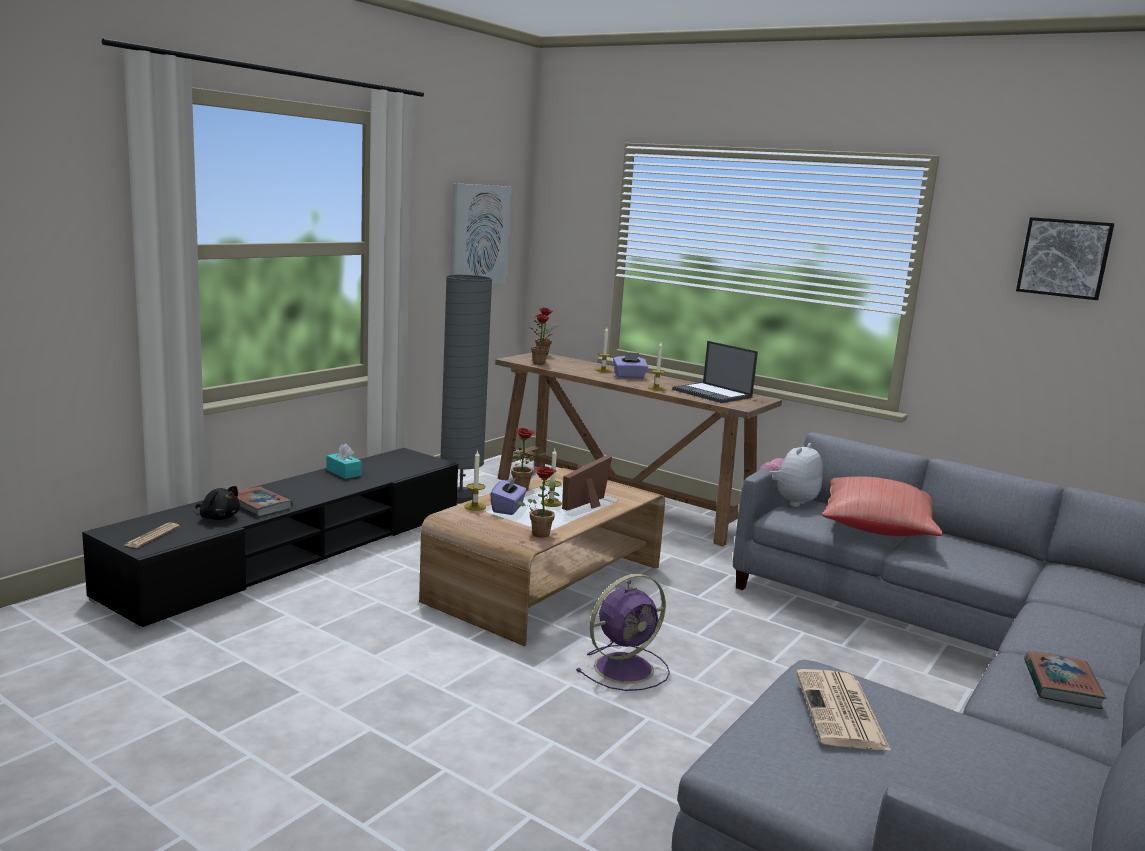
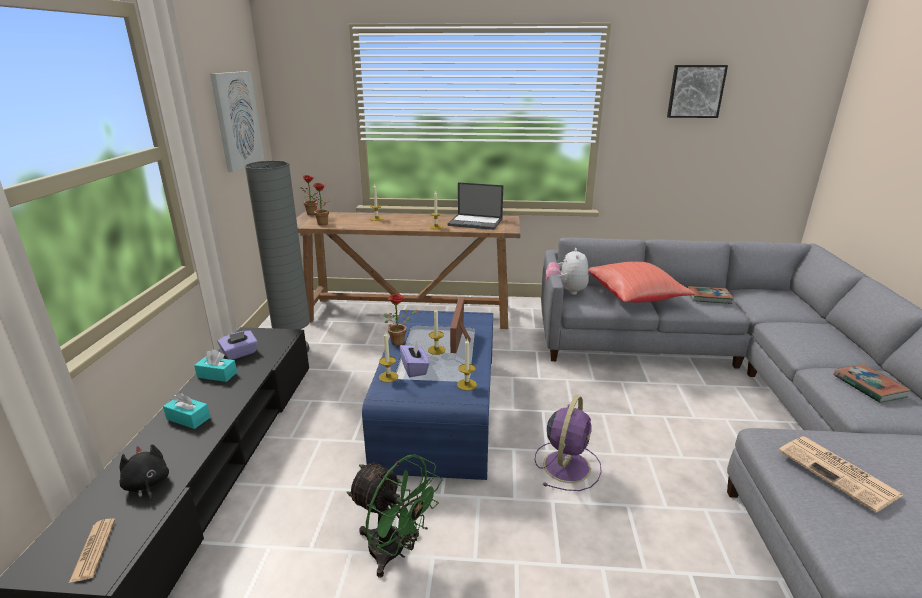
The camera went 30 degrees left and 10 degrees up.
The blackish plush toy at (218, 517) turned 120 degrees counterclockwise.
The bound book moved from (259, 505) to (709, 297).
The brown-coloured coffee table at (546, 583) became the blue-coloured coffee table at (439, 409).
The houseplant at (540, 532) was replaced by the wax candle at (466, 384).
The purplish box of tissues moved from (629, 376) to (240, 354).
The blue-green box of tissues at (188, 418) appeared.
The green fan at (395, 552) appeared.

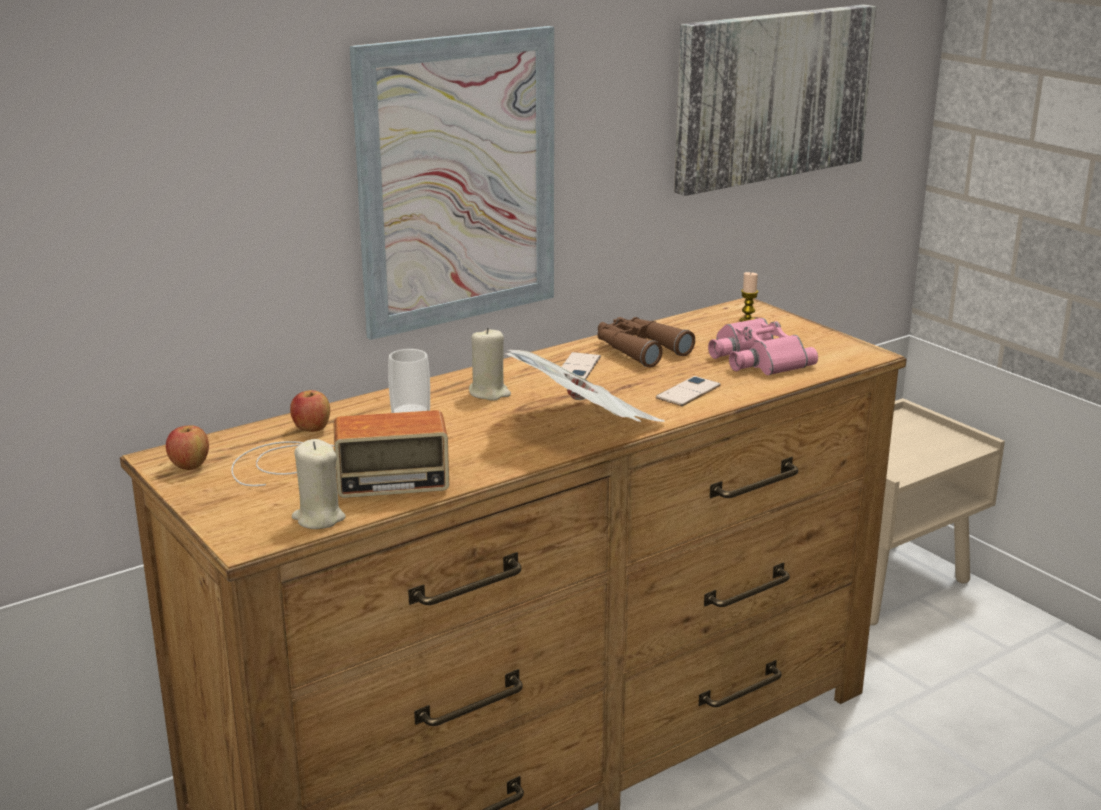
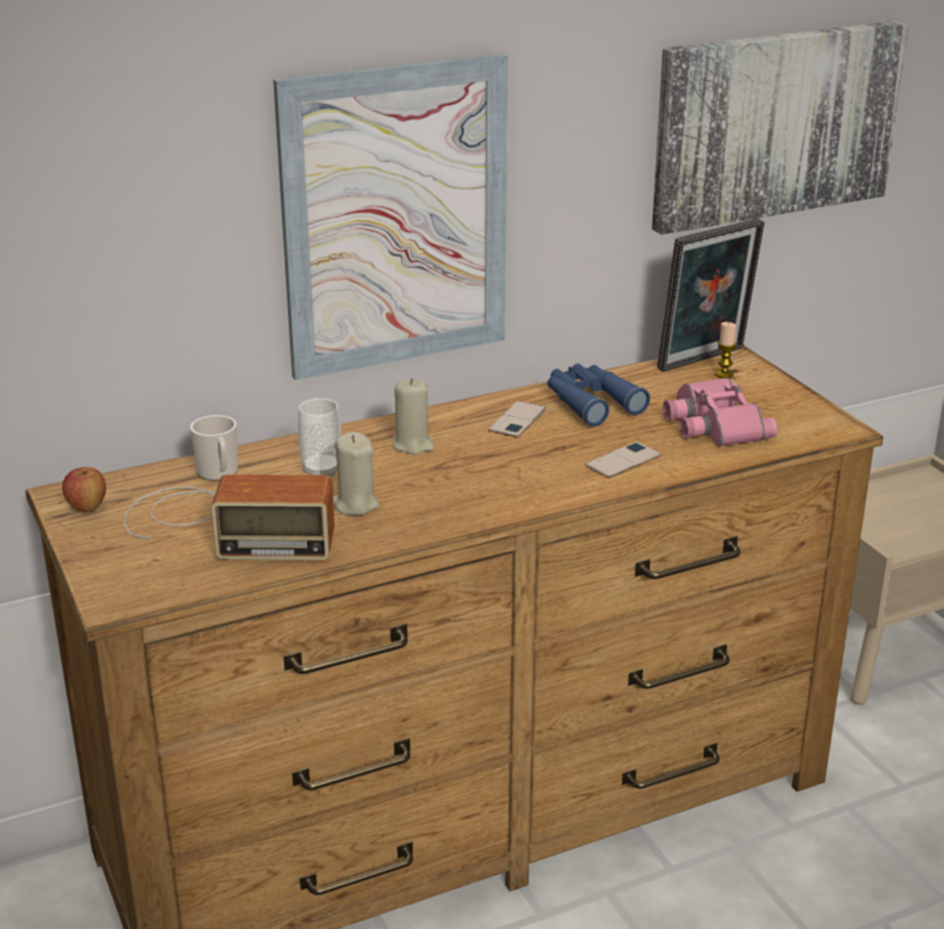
The camera went 10 degrees right and 5 degrees up.
The whole apple at (311, 429) was replaced by the coffee mug at (219, 474).
The beige wax candle moved from (319, 518) to (355, 504).
The printed paper at (585, 426) disappeared.
The brown-coloured field glasses at (639, 349) became the blue-coloured field glasses at (590, 402).
The standing frame at (705, 360) appeared.

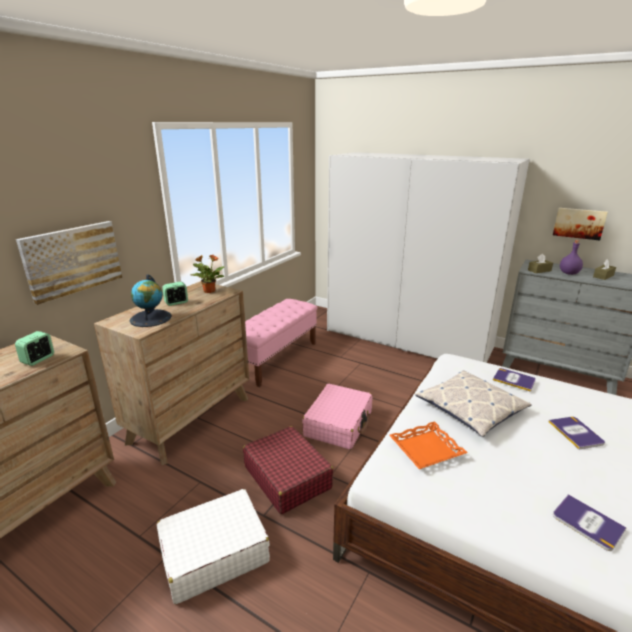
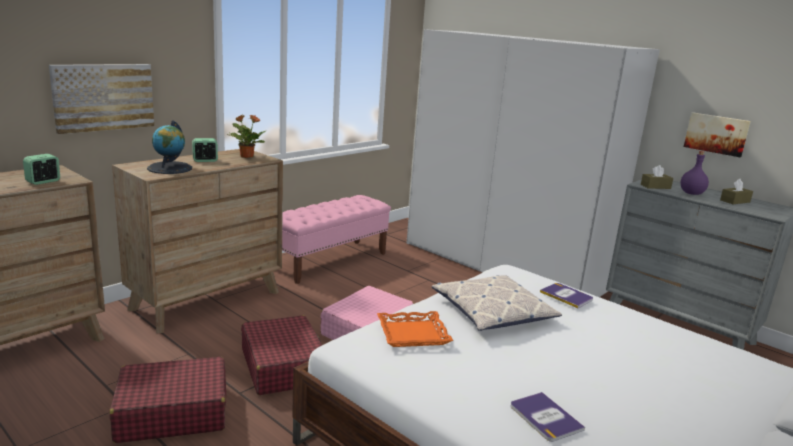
The camera went 10 degrees right and 5 degrees down.
The white piece of luggage at (213, 553) became the red piece of luggage at (172, 412).
The bound book at (576, 433) disappeared.

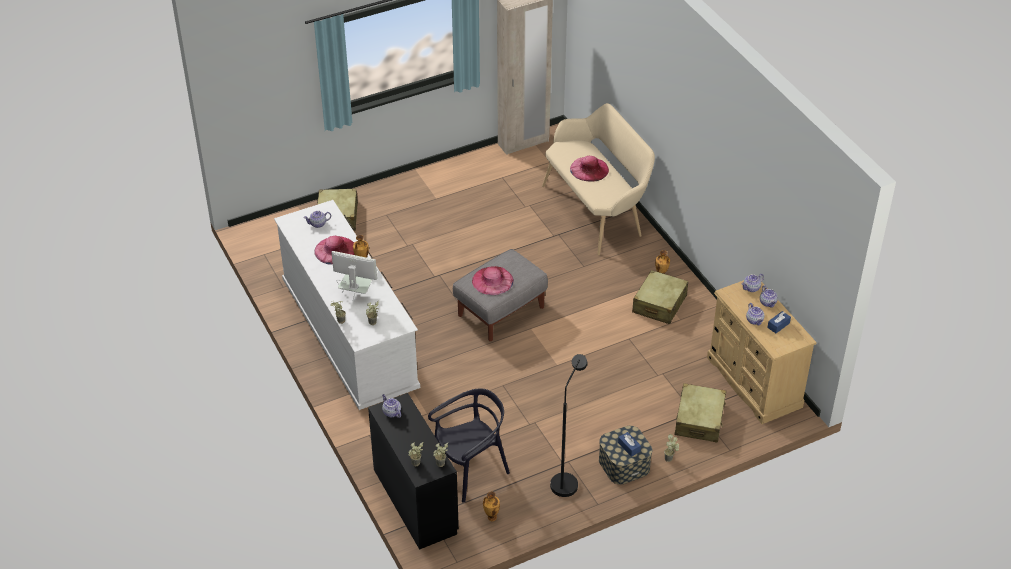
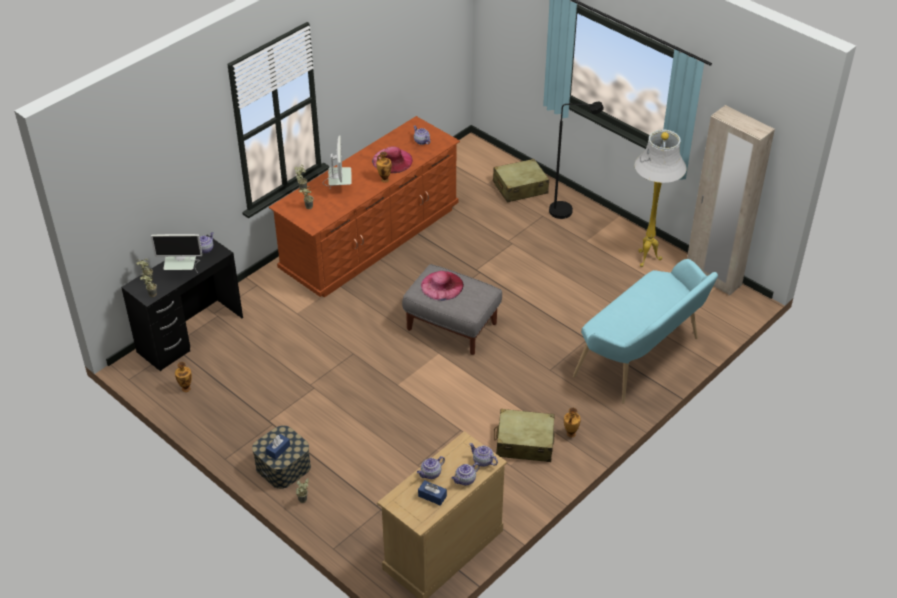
The camera went 70 degrees right and 0 degrees up.
The white dresser at (350, 336) became the brown-coloured dresser at (371, 239).
The blackish upright chair at (470, 470) disappeared.
The beige indoor bench at (597, 210) became the blue-green indoor bench at (642, 359).
The blackish standard lamp moved from (566, 480) to (567, 211).
The pink-coloured wearable hat at (589, 169) disappeared.
The beige piece of luggage at (699, 420) disappeared.
The monitor at (182, 273) appeared.
The white standard lamp at (647, 260) appeared.

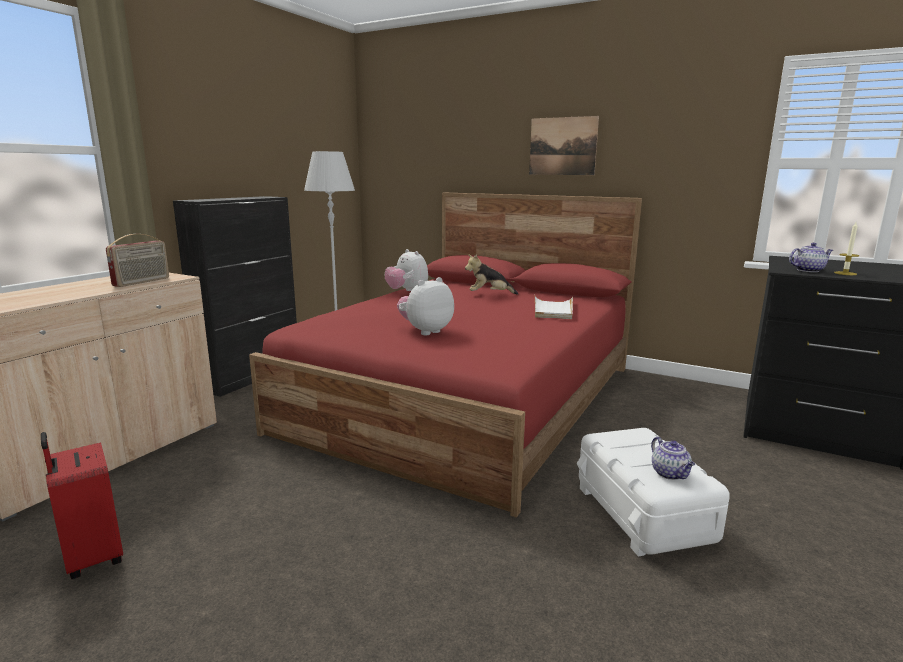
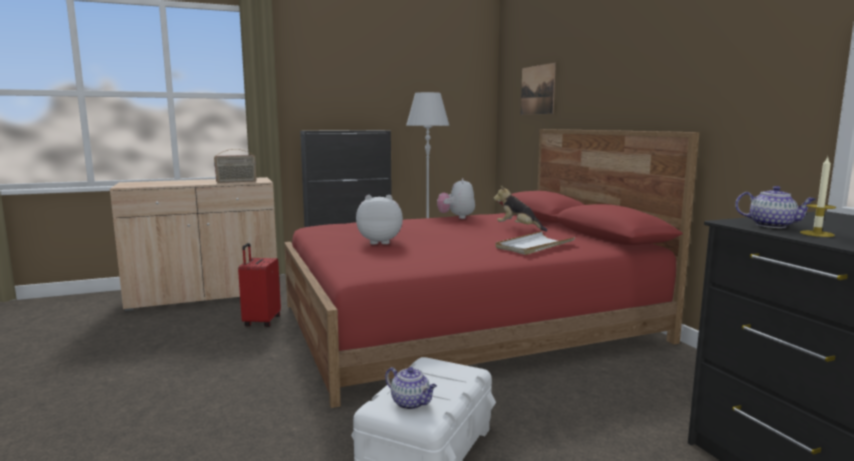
The camera went 40 degrees right and 5 degrees down.
The red piece of luggage moved from (92, 558) to (261, 322).
The picture moved from (562, 146) to (537, 90).
The pot for tea at (670, 474) turned 75 degrees counterclockwise.

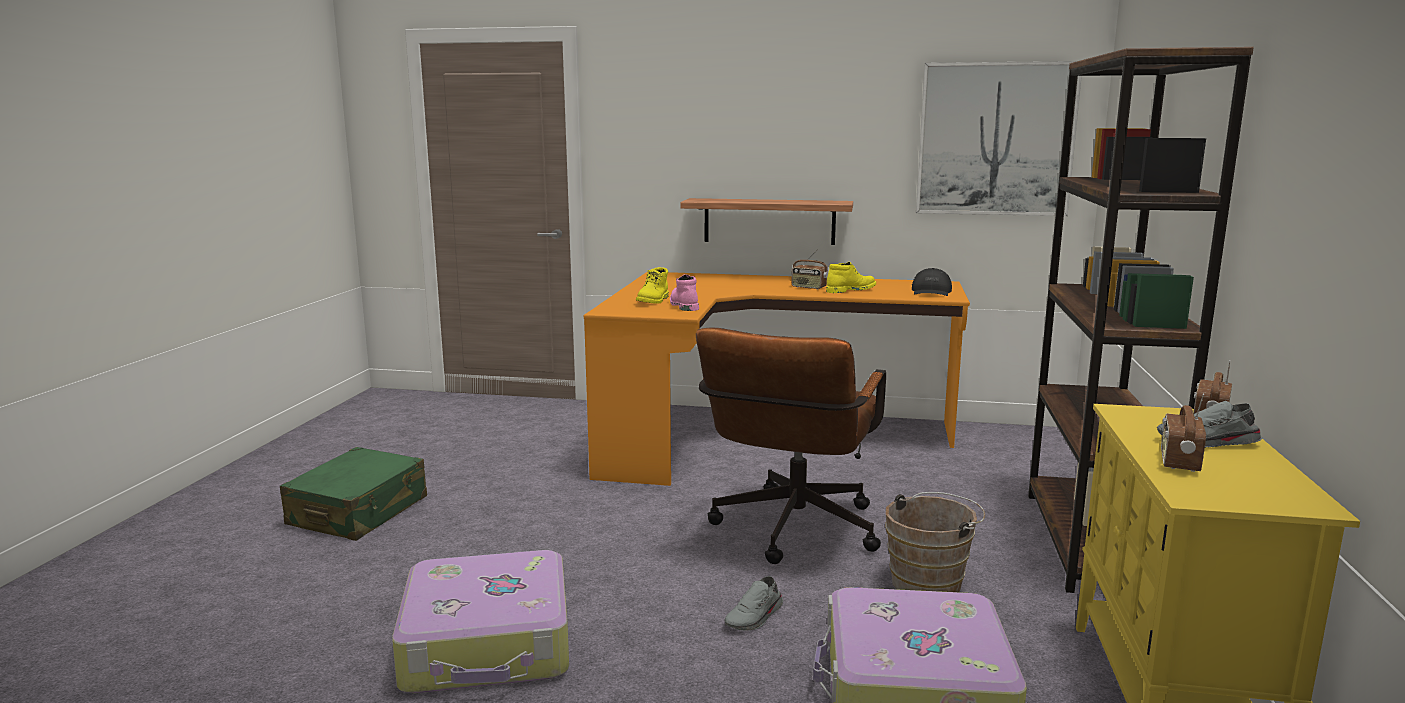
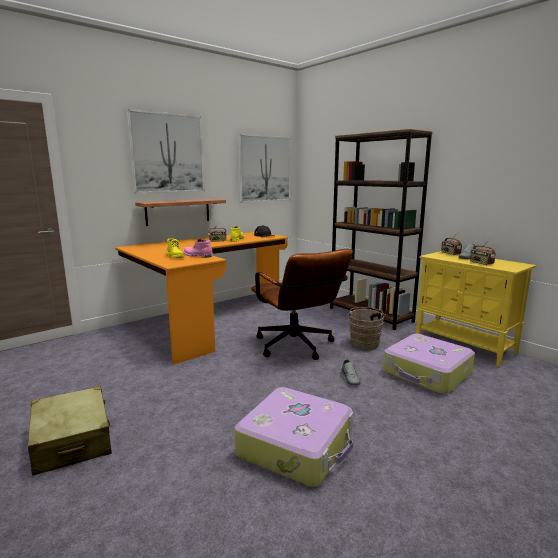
The camera went 50 degrees left and 0 degrees up.
The green piece of luggage at (359, 512) became the beige piece of luggage at (72, 441).
The picture at (167, 153) appeared.

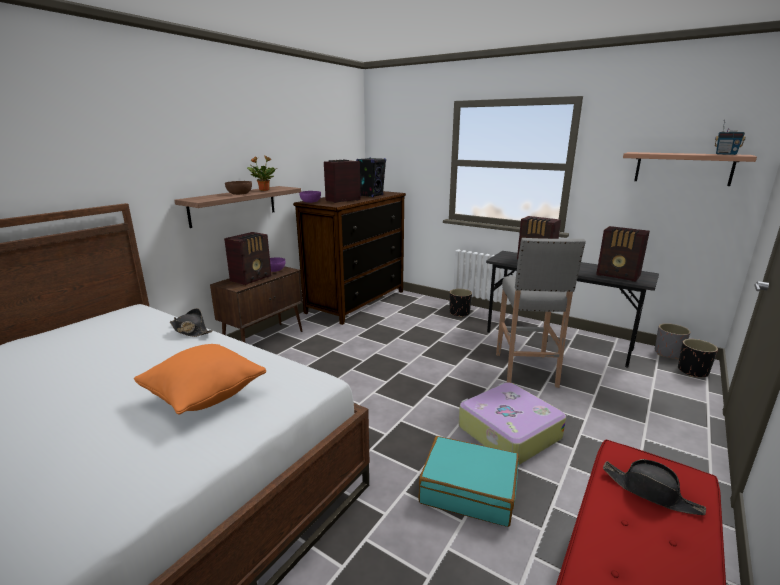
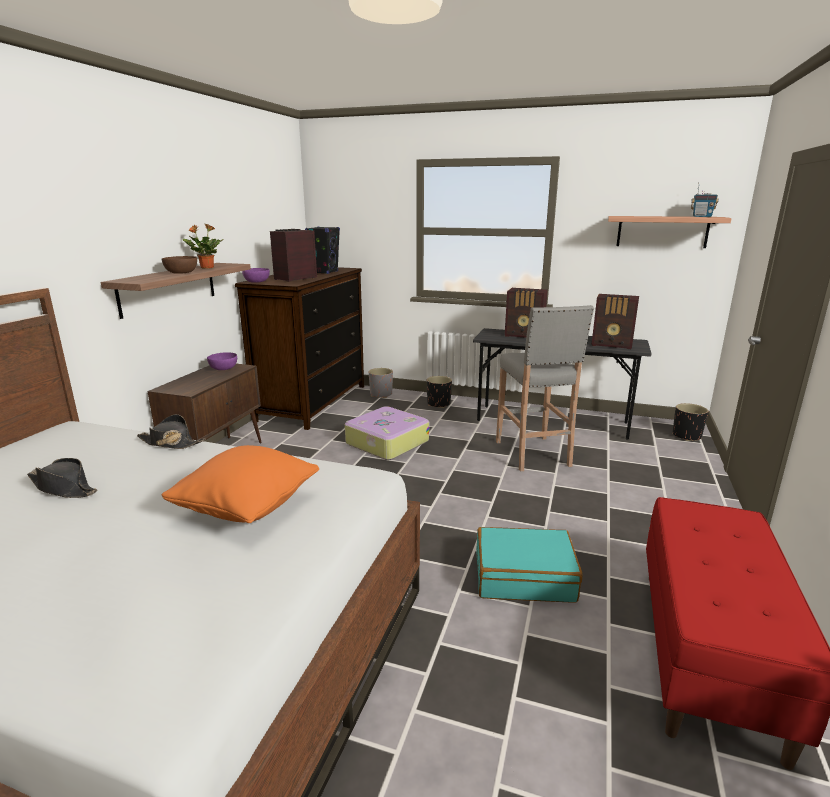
The camera went 15 degrees left and 0 degrees up.
The radio receiver at (252, 278) disappeared.
The piece of luggage moved from (507, 432) to (386, 442).
The blackish wearable hat moved from (650, 492) to (64, 488).
The grey plant pot moved from (668, 353) to (381, 394).

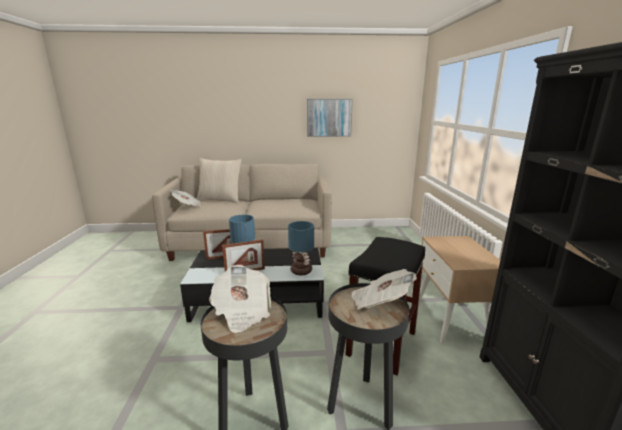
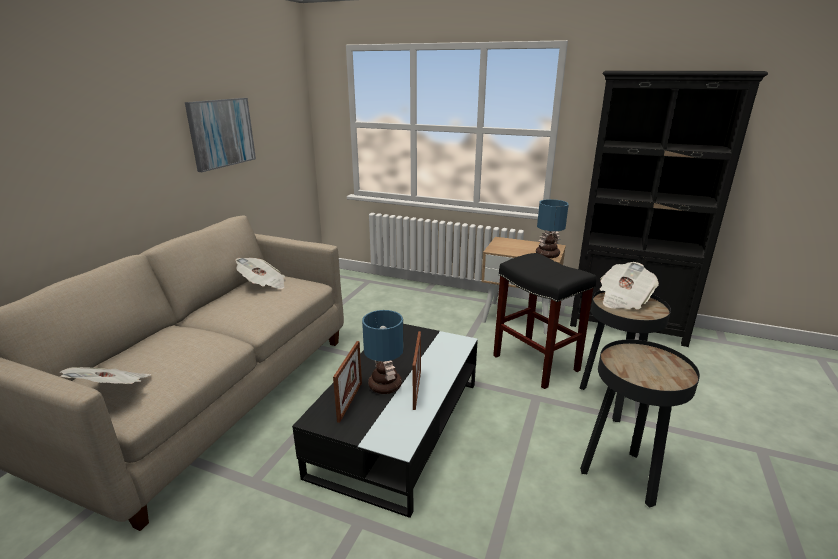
The camera went 65 degrees left and 5 degrees up.
The beige cushion at (220, 200) disappeared.
The printed paper moved from (242, 311) to (263, 285).
The lamp for a table moved from (302, 271) to (547, 254).

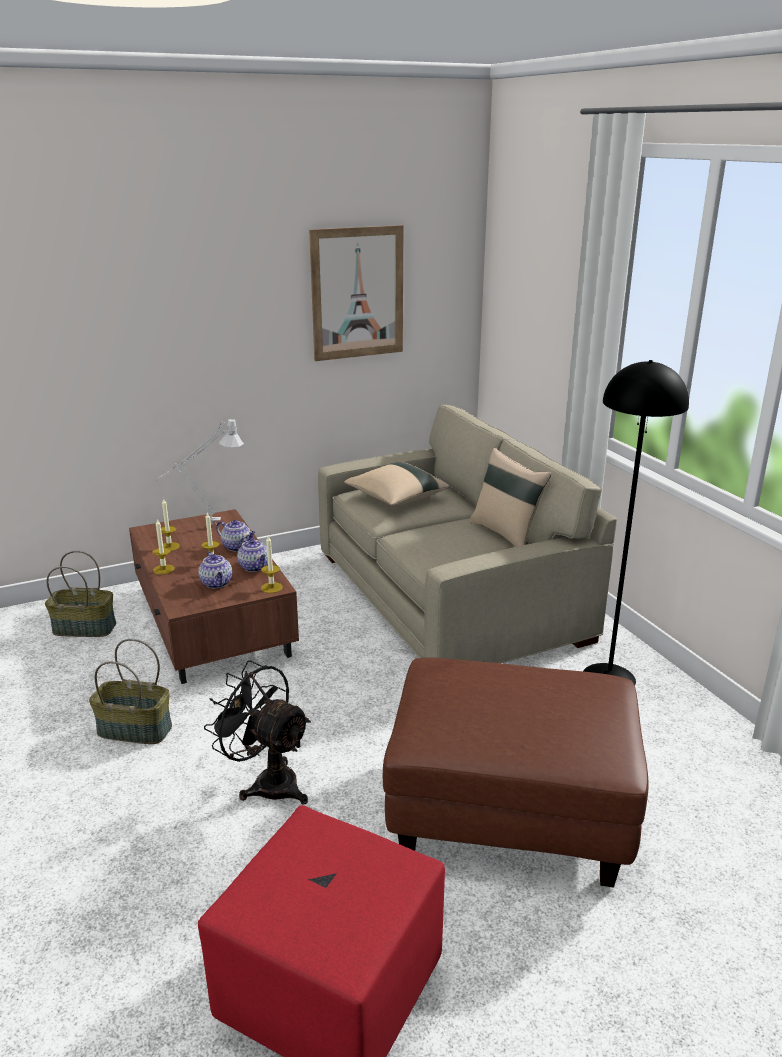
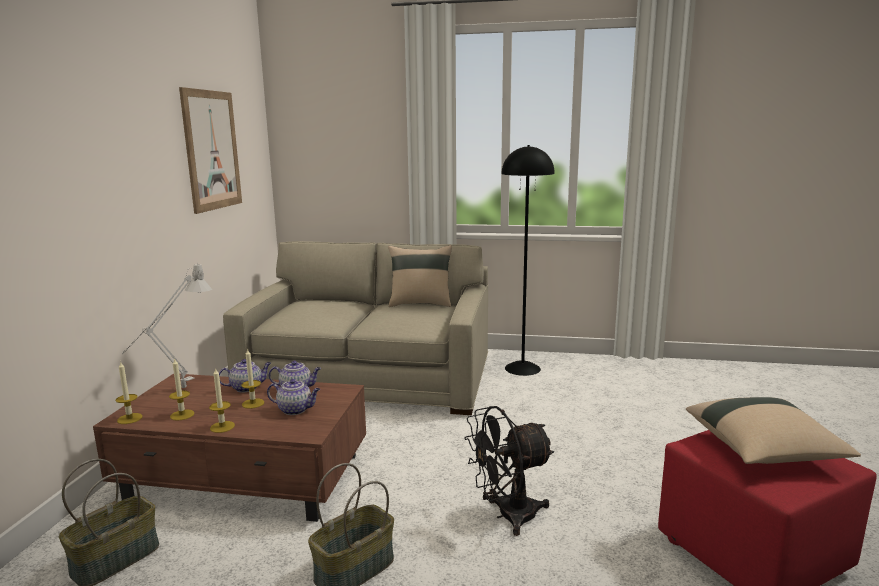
The camera went 55 degrees left and 10 degrees down.
The wax candle moved from (271, 587) to (129, 418).
The beige cushion moved from (396, 498) to (764, 451).
The brown-coloured footrest at (508, 813) disappeared.

